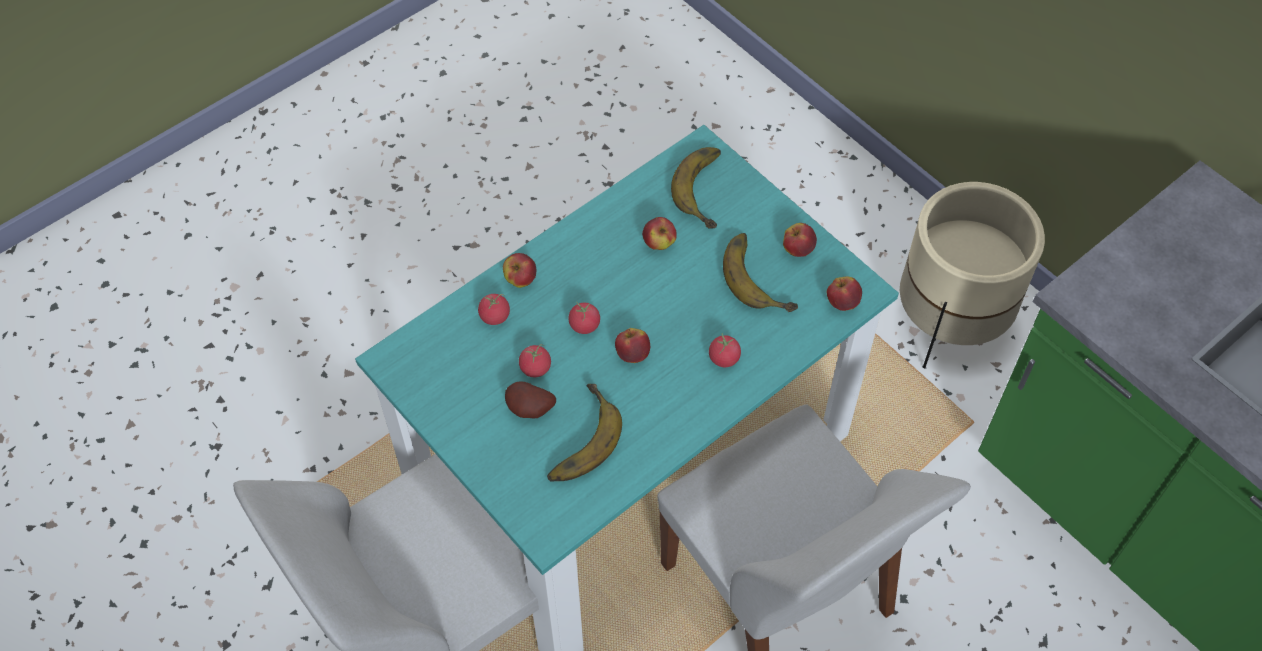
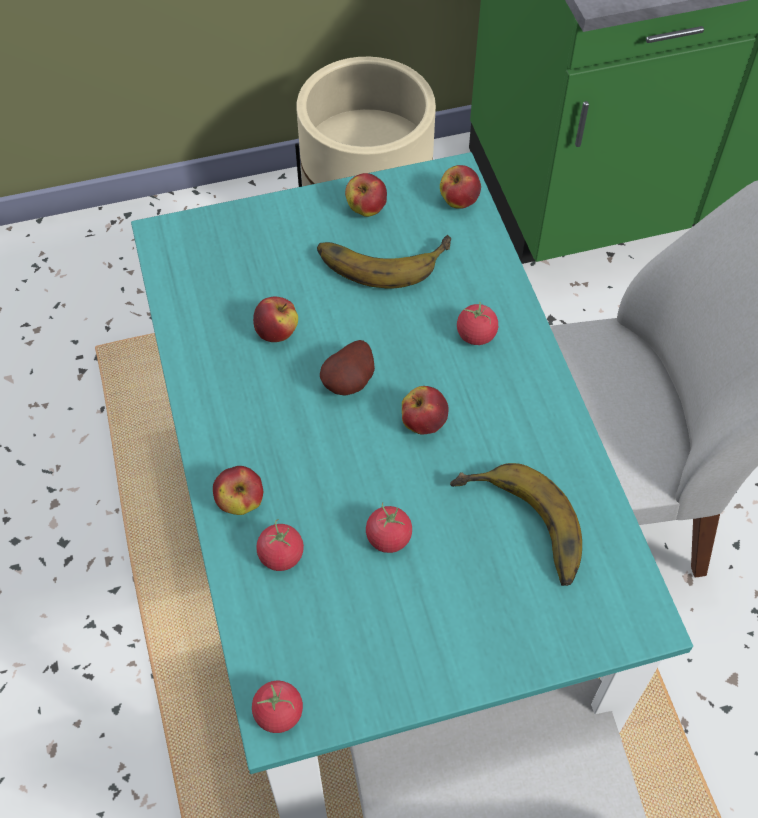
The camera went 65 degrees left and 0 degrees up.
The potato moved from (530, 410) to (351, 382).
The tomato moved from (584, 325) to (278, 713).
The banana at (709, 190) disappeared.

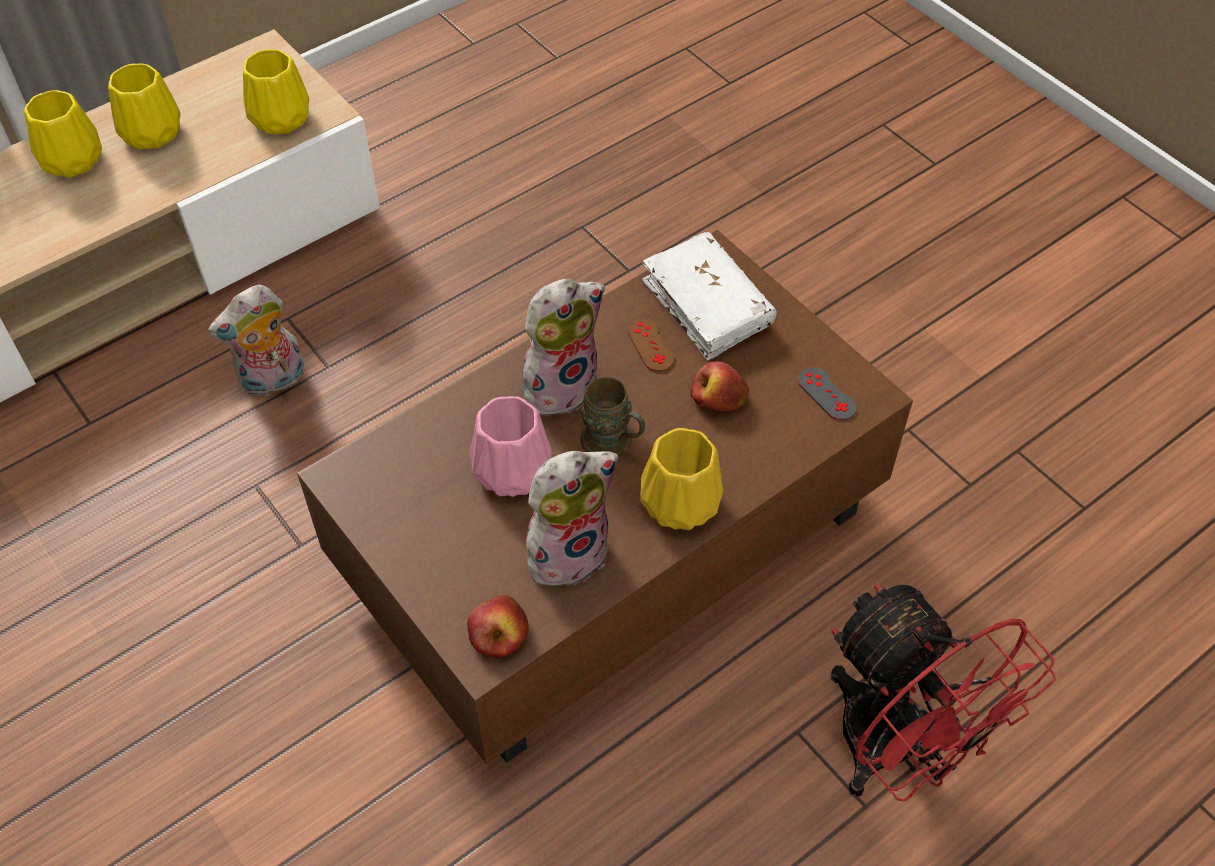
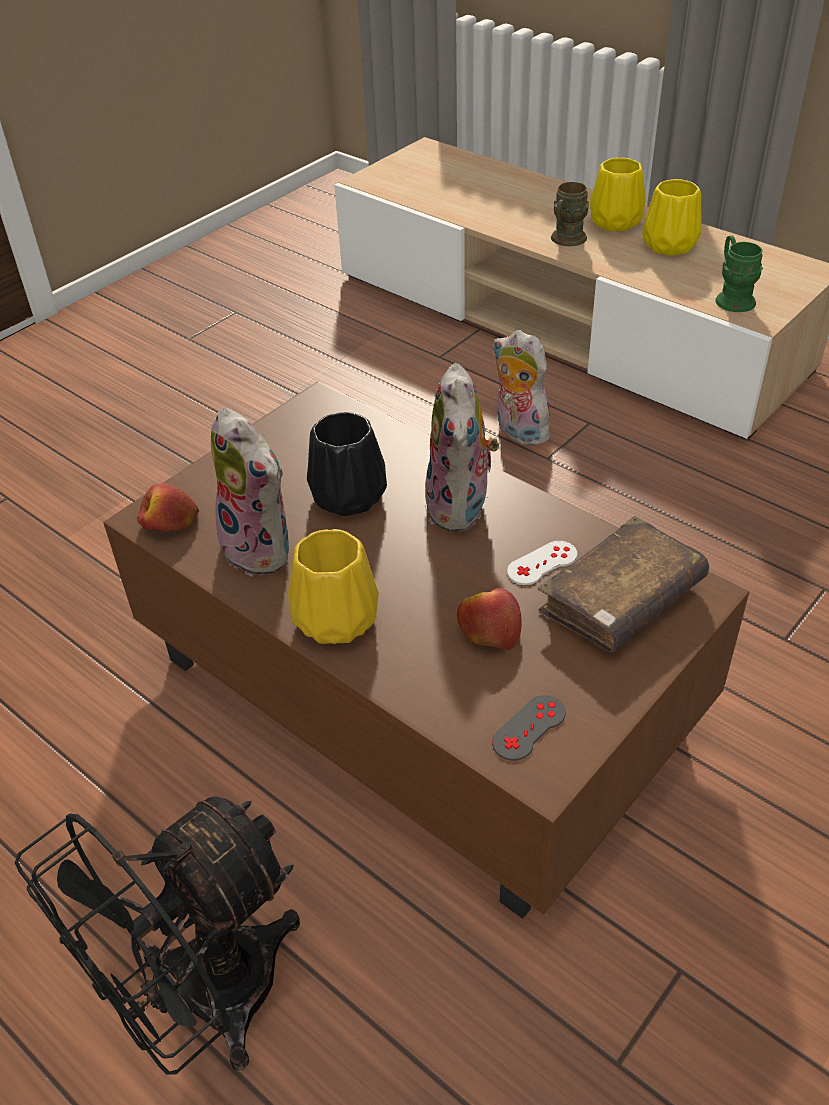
The camera went 80 degrees right and 10 degrees down.
The yellow decorative vase at (279, 119) was replaced by the green coffee mug at (731, 297).
The pink-coloured decorative vase at (510, 472) became the blackish decorative vase at (346, 495).
The plush toy at (560, 386) turned 45 degrees clockwise.
The brown-coloured coffee mug moved from (614, 444) to (565, 240).
The brown-coloured gamepad at (650, 345) became the white gamepad at (542, 563).
The white bound book at (707, 306) became the brown-coloured bound book at (621, 600).
The red fan at (897, 751) became the blackish fan at (204, 1001).

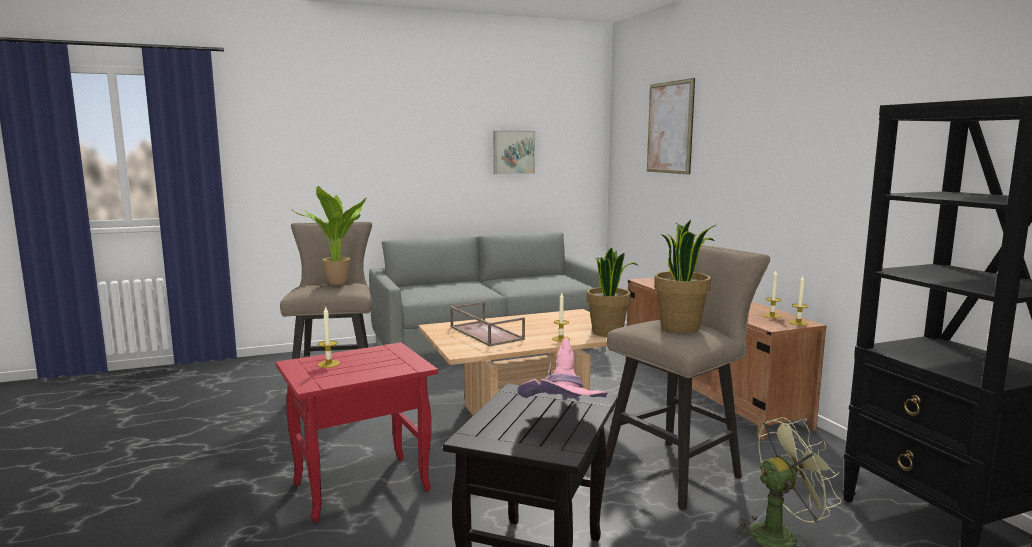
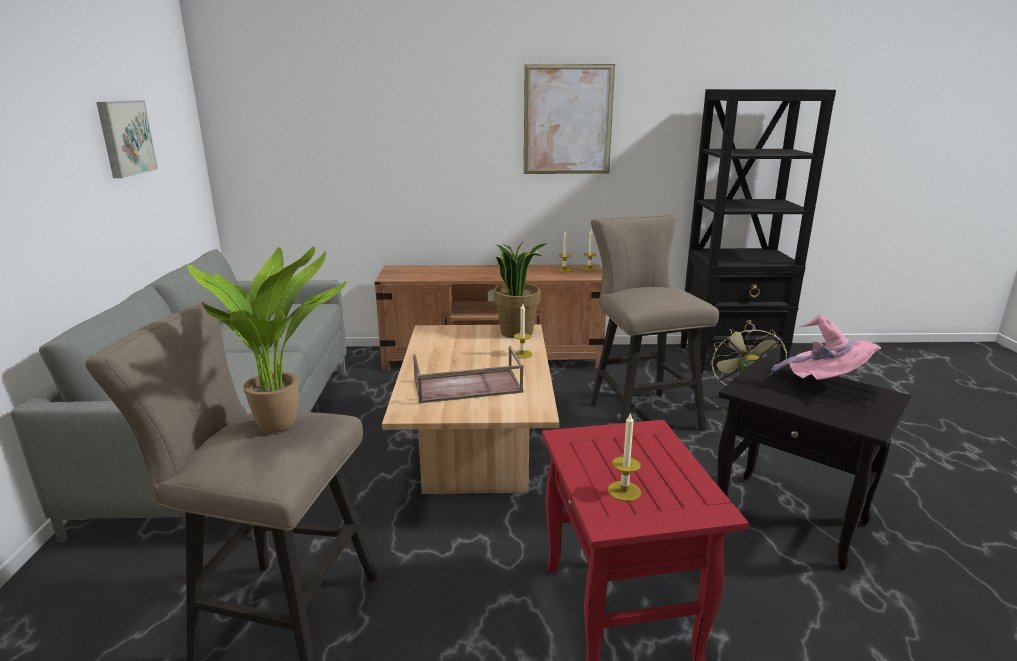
The camera went 70 degrees left and 10 degrees up.
The picture moved from (669, 127) to (568, 120).
The houseplant at (681, 327) disappeared.

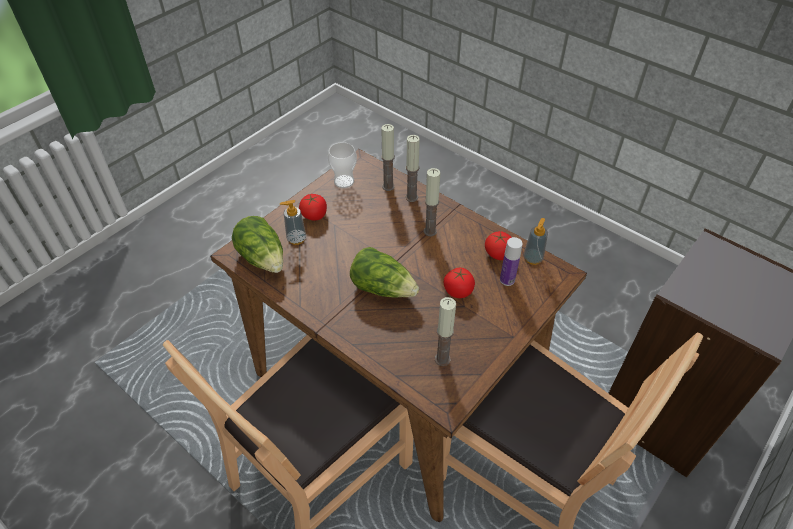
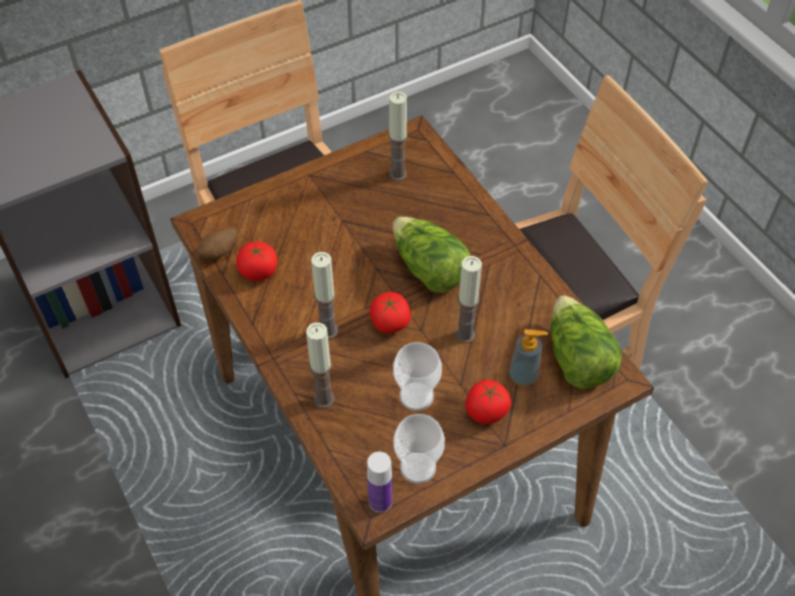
The camera went 160 degrees left and 5 degrees up.
The wax candle moved from (388, 186) to (465, 334).
The tomato moved from (458, 291) to (389, 322).
The beverage bottle moved from (507, 280) to (380, 501).
The soap bottle at (532, 258) was replaced by the potato at (220, 252).
The drinking cup at (416, 396) appeared.

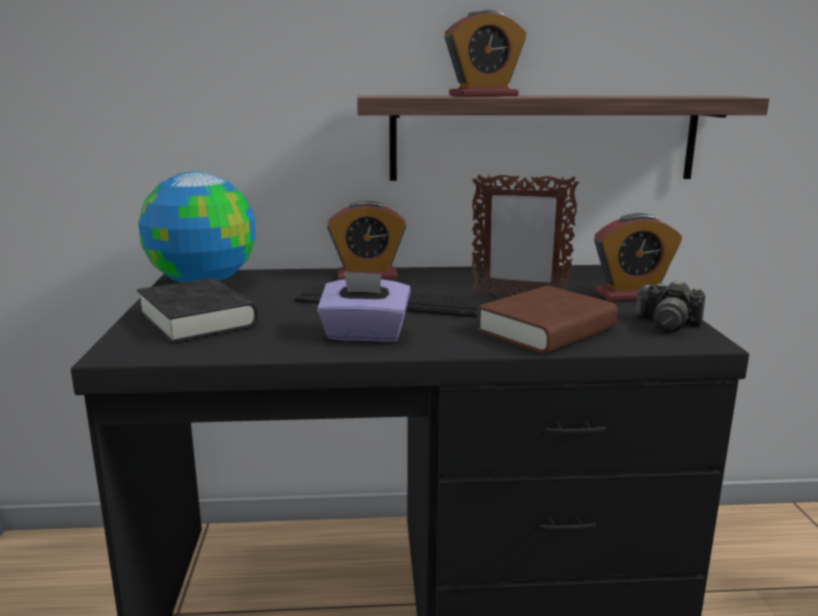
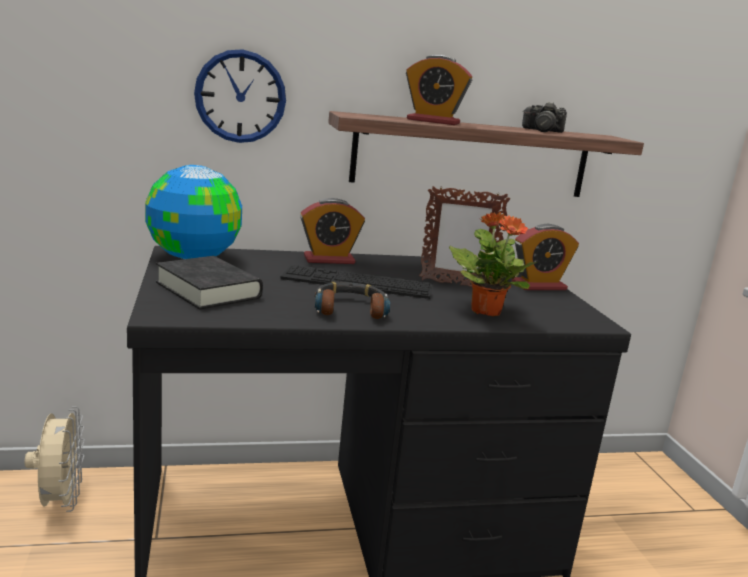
The camera went 10 degrees left and 0 degrees up.
The purplish box of tissues at (365, 335) was replaced by the headphones at (350, 309).
The bedside clock at (483, 95) turned 45 degrees clockwise.
The brown-coloured bound book at (546, 330) was replaced by the houseplant at (485, 311).
The still camera moved from (667, 324) to (542, 131).
The beige fan at (60, 502) appeared.
The wall clock at (240, 96) appeared.

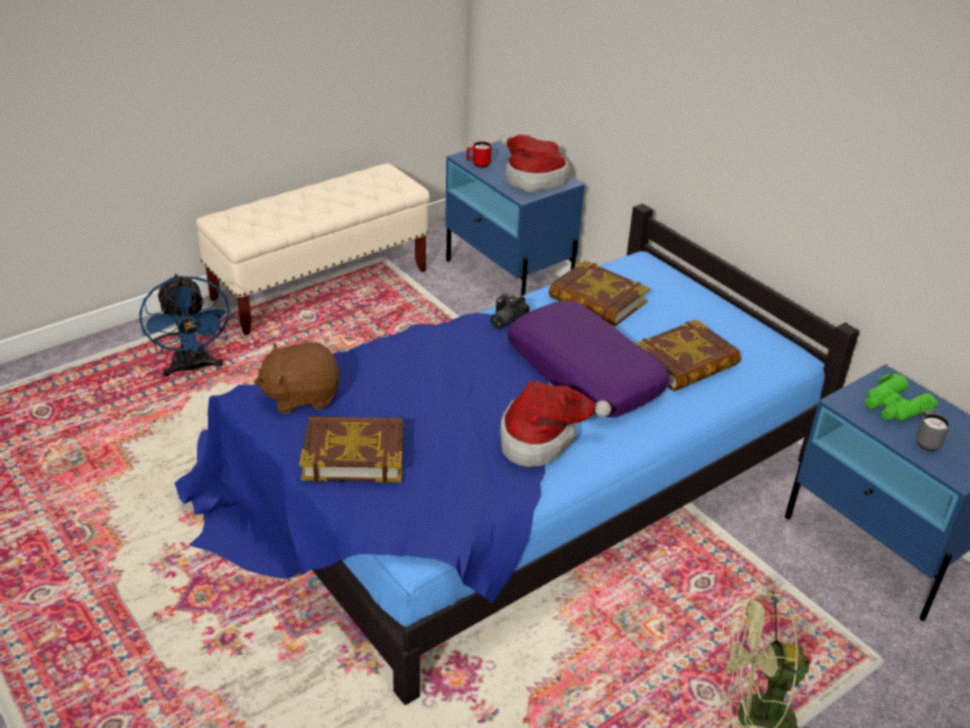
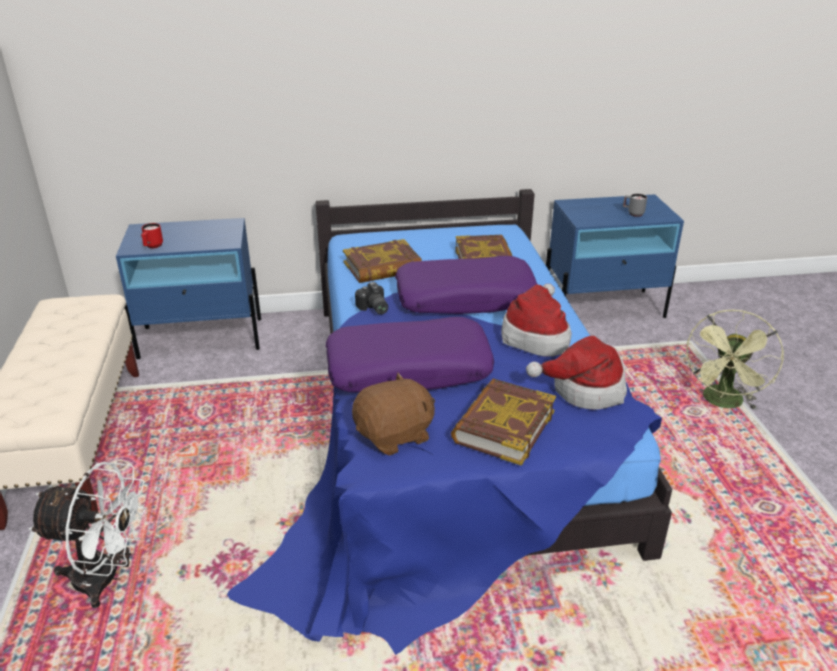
The camera went 60 degrees left and 5 degrees down.
The blue-coloured fan at (192, 368) became the white fan at (107, 579).
The brown-coloured plush toy at (301, 396) turned 135 degrees counterclockwise.
The wearable hat moved from (532, 178) to (583, 389).
The green field glasses at (894, 407) disappeared.
The purplish cushion at (409, 369) appeared.

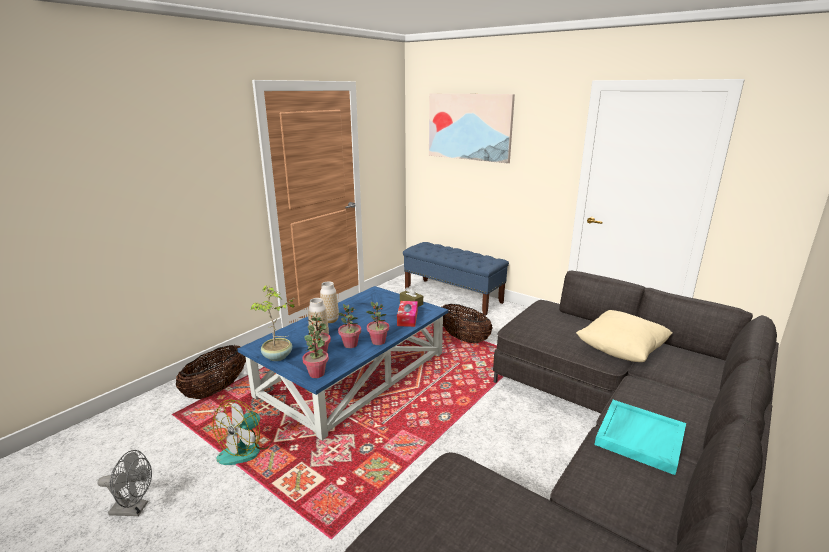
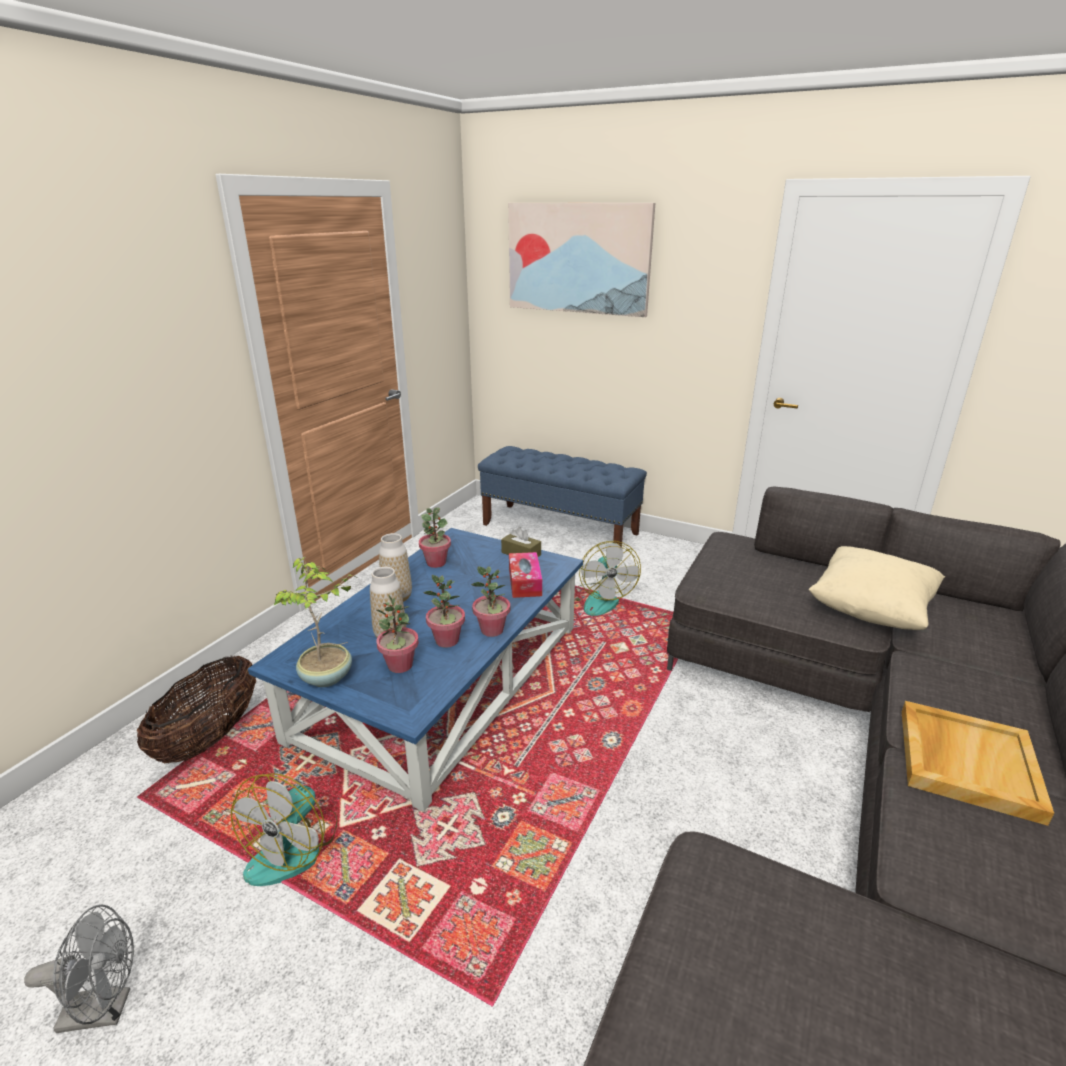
The camera went 10 degrees left and 5 degrees up.
The houseplant moved from (317, 373) to (436, 563).
The household basket at (463, 338) was replaced by the fan at (598, 599).
The blue-green serving tray at (639, 437) became the beige serving tray at (965, 762).

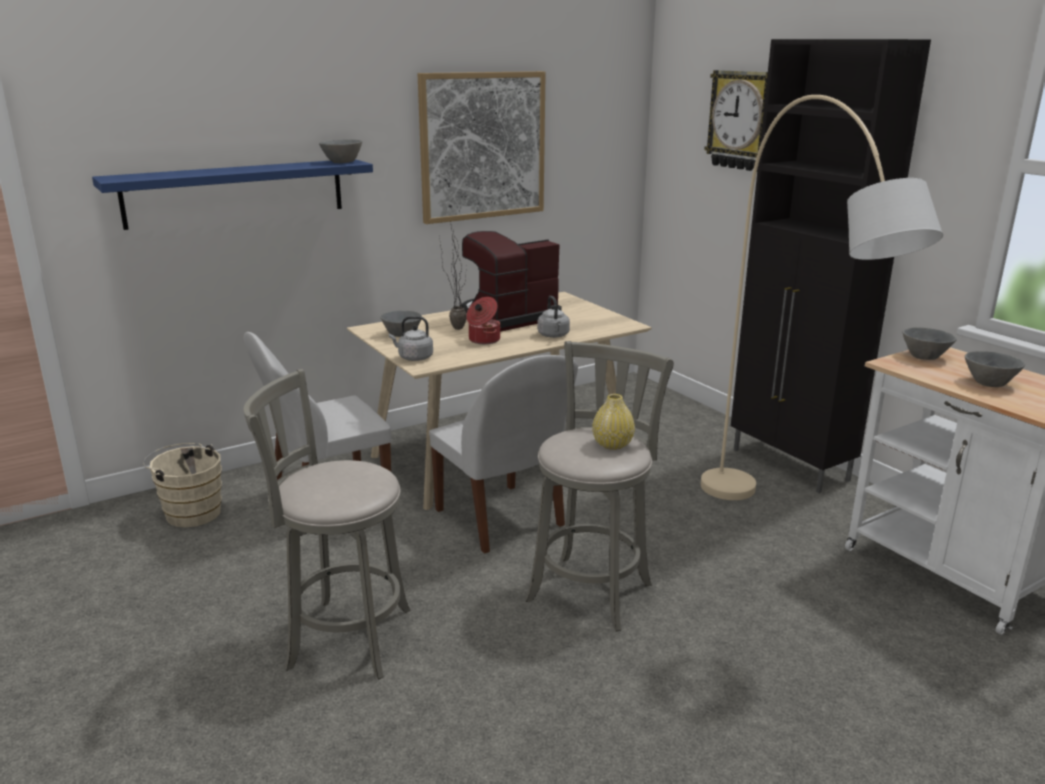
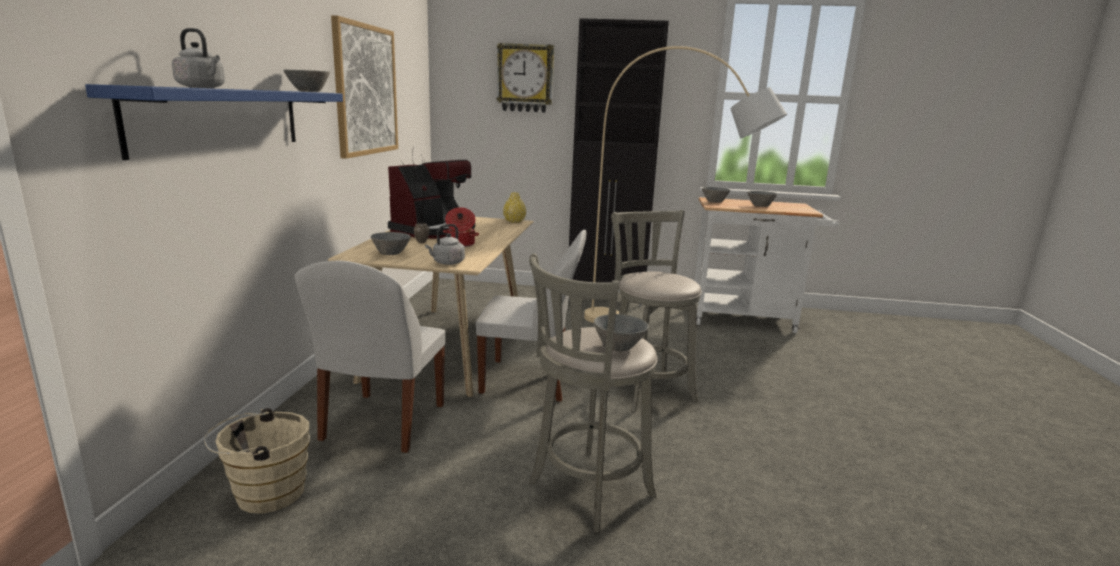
The camera went 50 degrees left and 5 degrees down.
The coffee machine at (507, 317) turned 150 degrees counterclockwise.
The grey kettle moved from (553, 336) to (202, 87).
The yellow decorative vase moved from (612, 445) to (514, 221).
The grey bowl at (620, 347) appeared.

